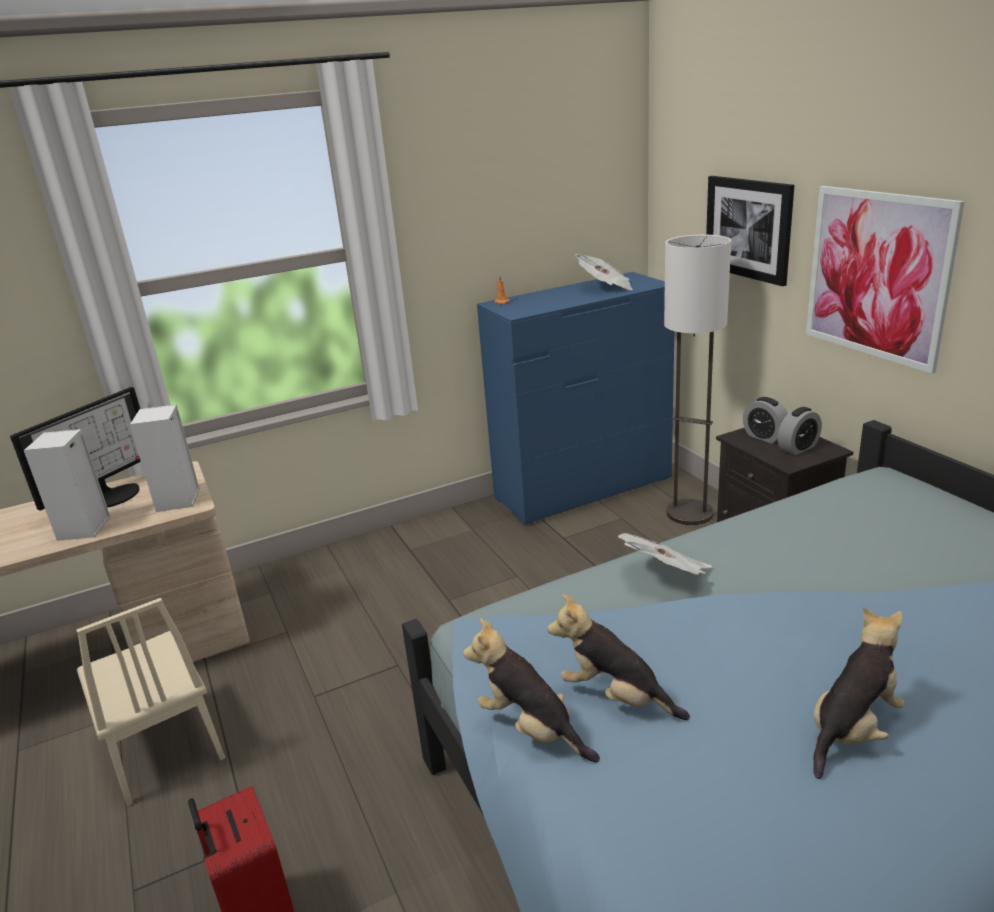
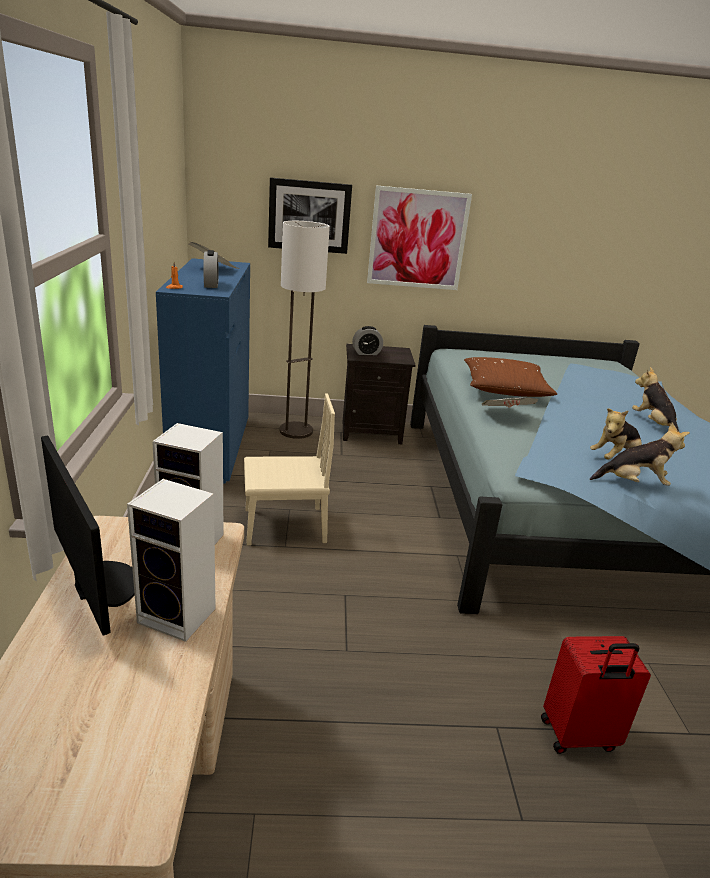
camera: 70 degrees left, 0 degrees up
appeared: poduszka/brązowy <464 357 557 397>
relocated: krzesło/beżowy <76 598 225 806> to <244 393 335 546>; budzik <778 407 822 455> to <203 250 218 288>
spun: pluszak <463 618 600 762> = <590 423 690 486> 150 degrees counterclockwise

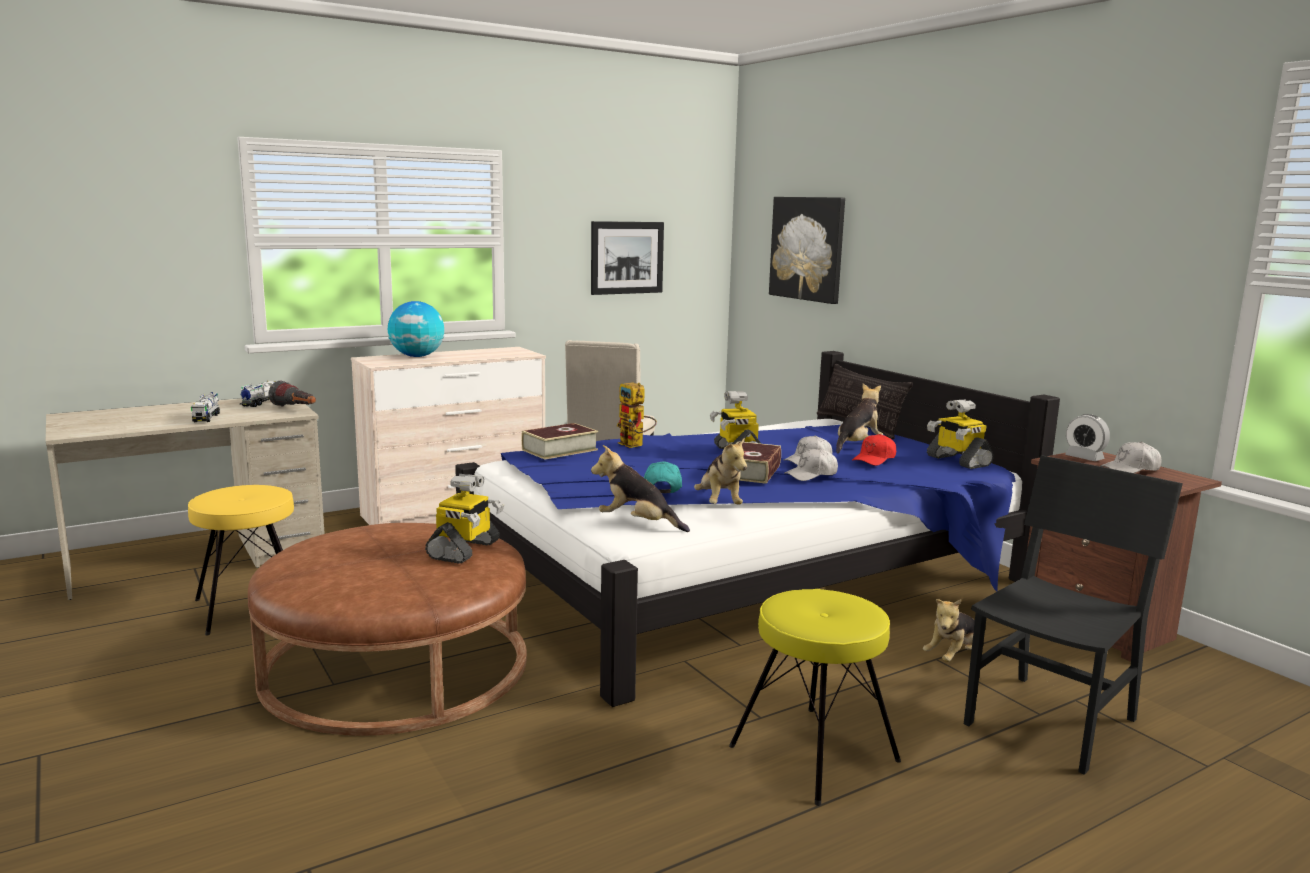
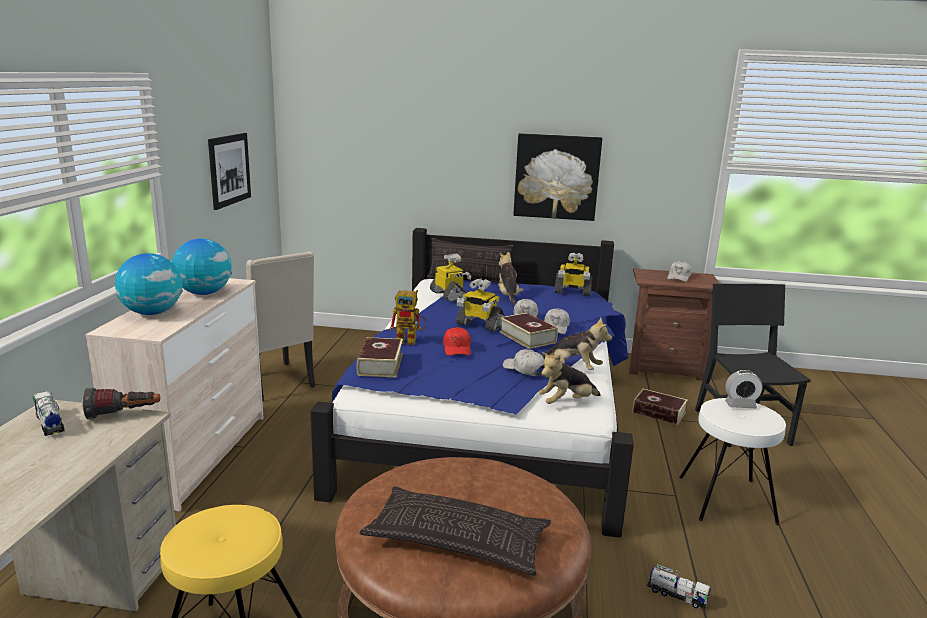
camera: 50 degrees left, 5 degrees up
appeared: globus <172 239 232 295>; poduszka <359 486 551 576>
relocated: ciężarówka zabawkowa <191 392 220 422> to <647 564 711 609>; robot zabawkowy <425 474 504 564> to <430 253 472 302>; obraz <769 197 845 304> to <513 133 602 221>; czapka z daszkiem/czerwony <852 434 896 466> to <443 327 471 355>; budzik <1065 414 1110 461> to <725 370 763 408>
exchanged: pluszak <923 599 975 662> to książka <632 389 688 425>
colour: czapka z daszkiem/turkusowy <644 461 682 493> to czapka z daszkiem/biały <503 349 544 376>; stołek/żółty <729 589 901 806> to stołek/biały <679 398 786 525>

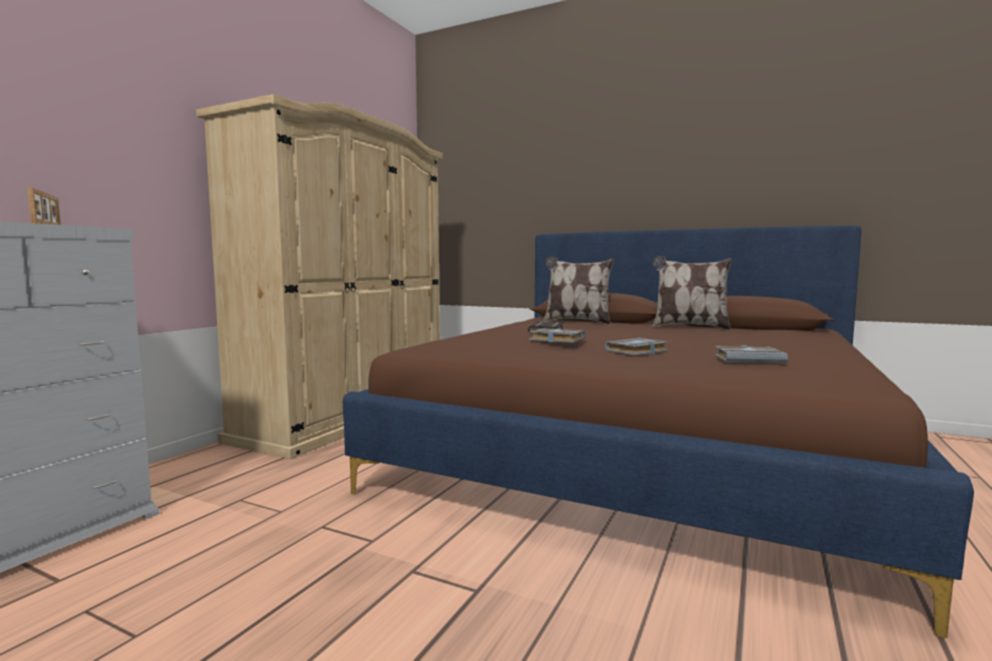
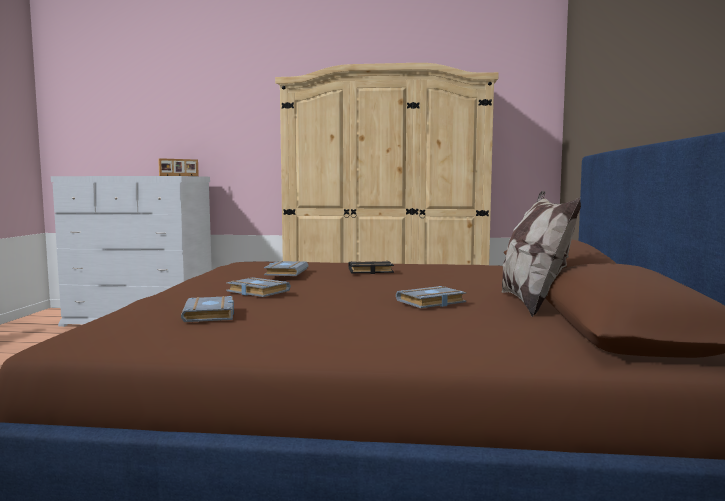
camera: 70 degrees right, 0 degrees up
missing: poduszka <543 257 614 324>
appeared: książka/szary <396 286 467 308>

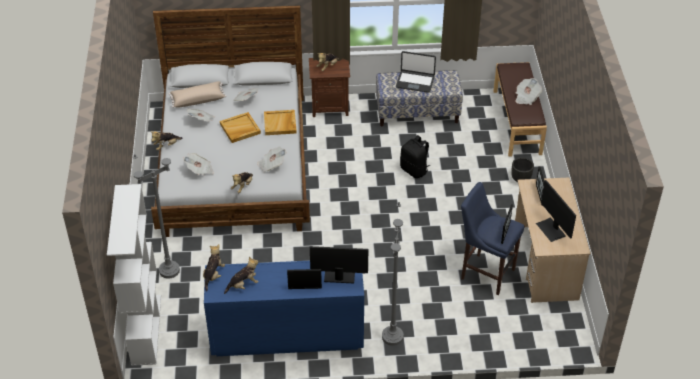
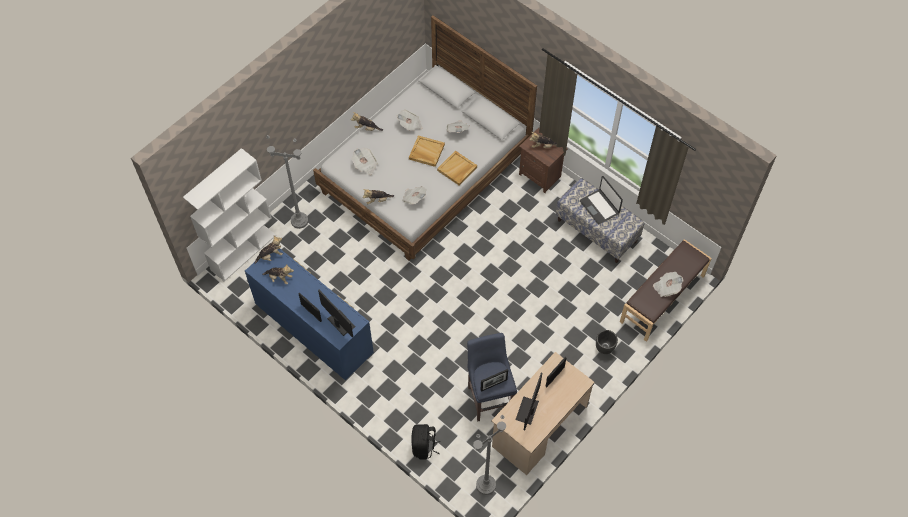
camera: 45 degrees right, 15 degrees up
missing: poduszka/beżowy <169 81 227 108>
relocated: lampa stojąca/szary <382 202 404 346> to <473 415 506 495>; plecak/czarny <400 135 430 178> to <411 424 441 460>

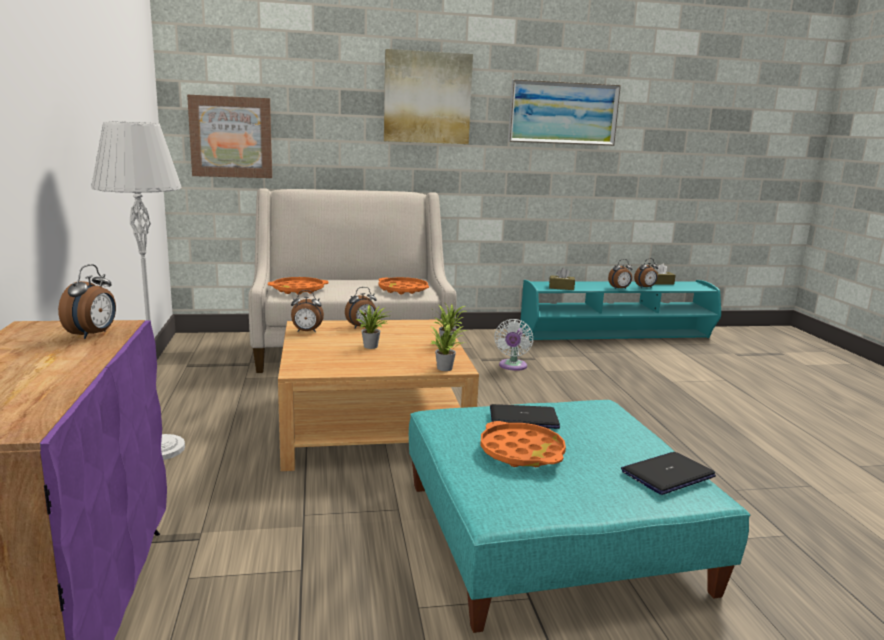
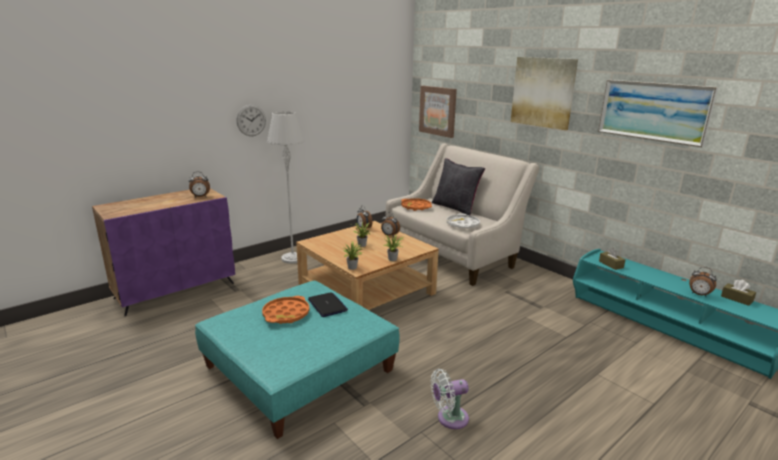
camera: 60 degrees right, 5 degrees up
missing: budzik <608 259 633 289>; laptop <621 452 716 495>
appeared: zegar ścienny <237 105 266 136>; poduszka/czarny <432 158 485 215>
relocated: wentylator/biały <494 319 533 371> to <431 369 469 429>
colour: taca/pomarańczowy <378 277 429 295> to taca/biały <447 213 480 229>

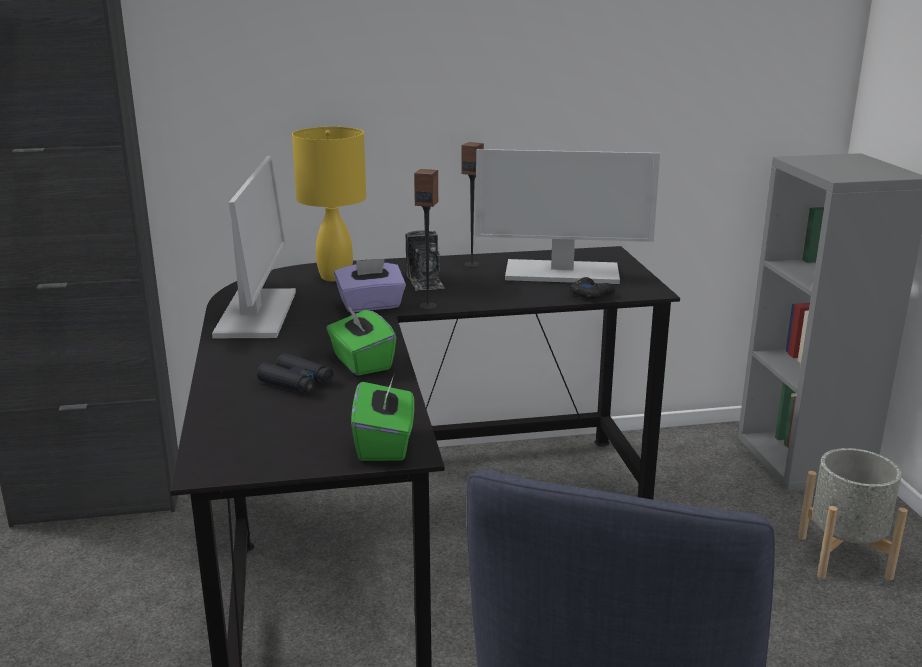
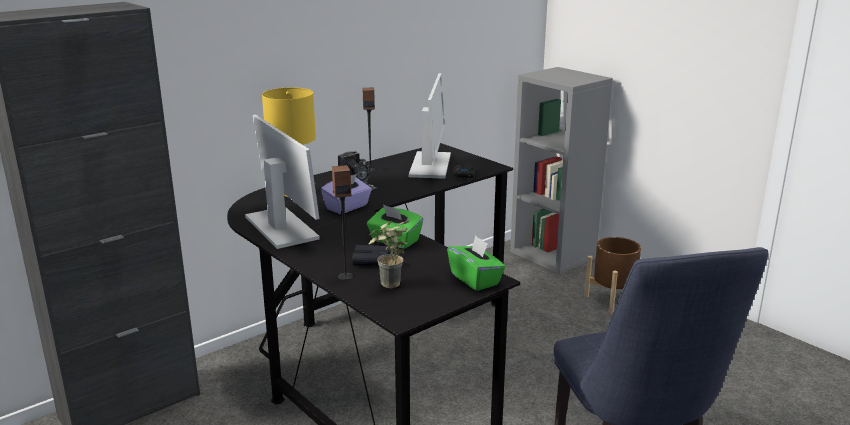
camera: 30 degrees left, 0 degrees up
appeared: roślina doniczkowa <369 219 410 288>
relocated: głośnik <414 169 438 310> to <332 165 353 280>
colour: donica/szary <798 448 908 580> to donica/brązowy <584 237 641 314>
spun: monitor <475 149 660 284> = <409 73 451 179> 60 degrees counterclockwise

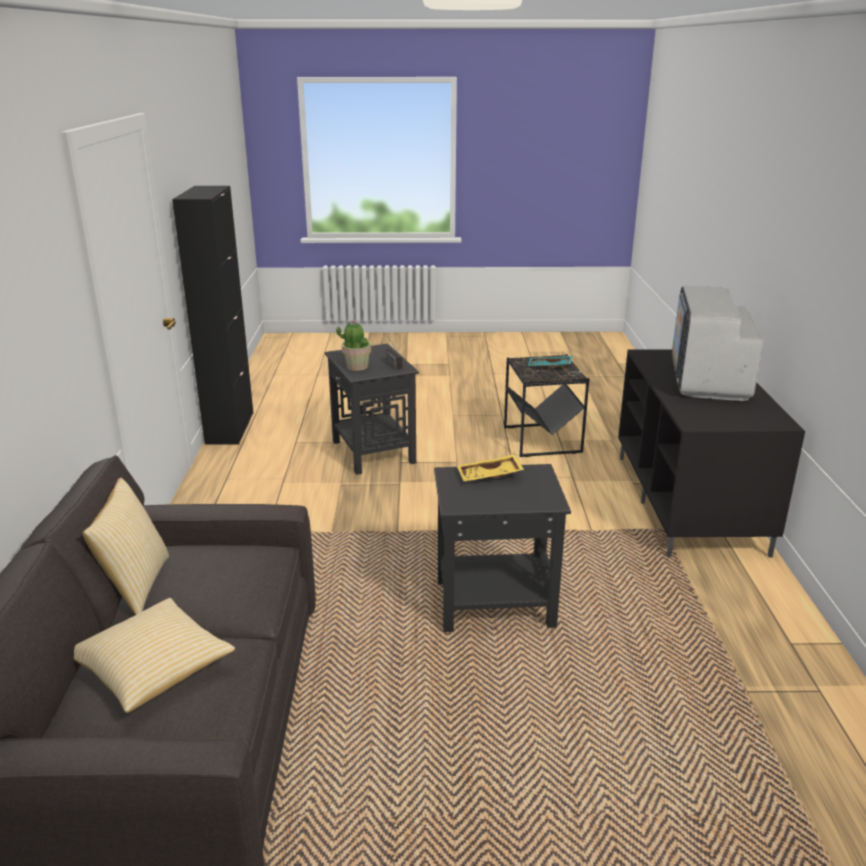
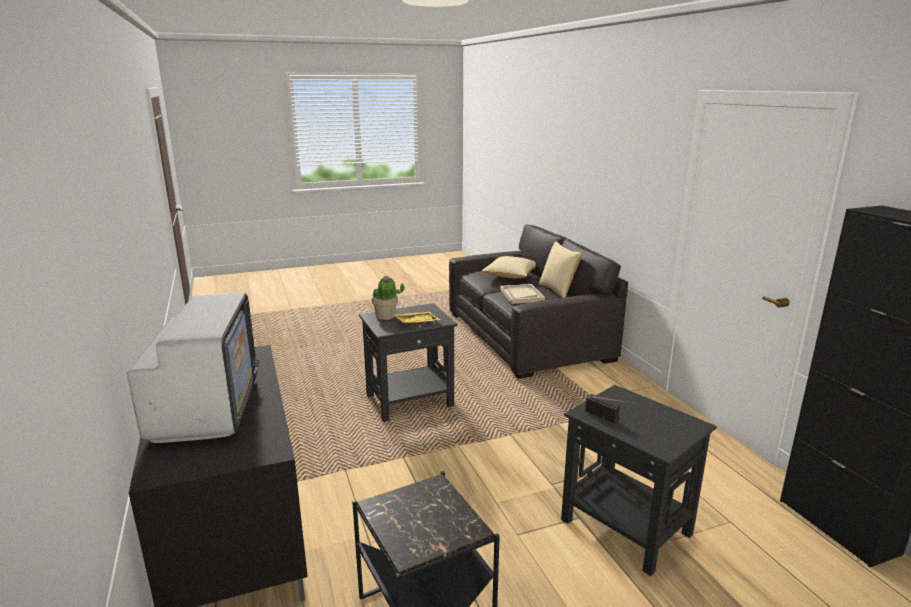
camera: 160 degrees right, 5 degrees down
missing: taca/turkusowy <527 356 572 367>
appeared: taca/beżowy <500 284 545 304>
relocated: roślina doniczkowa <336 320 371 371> to <372 276 404 320>

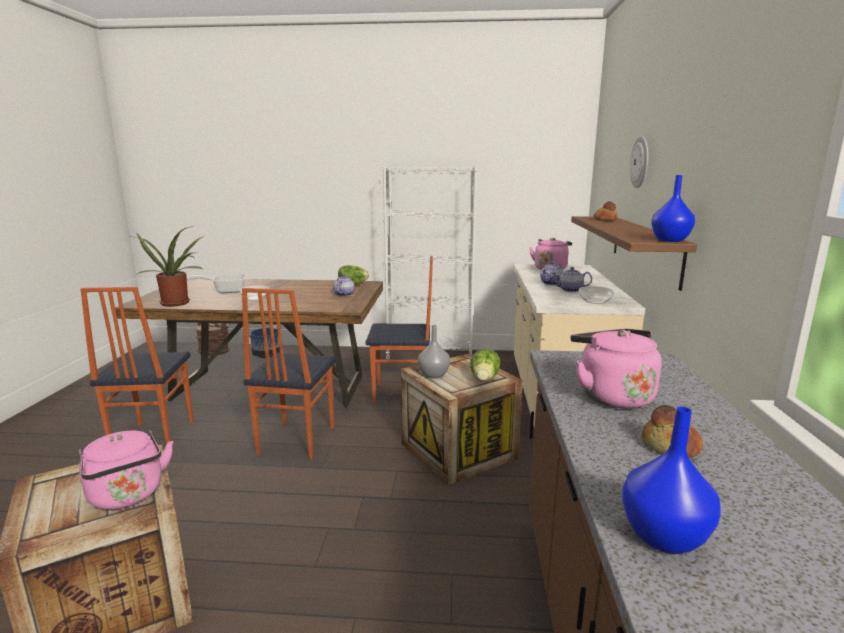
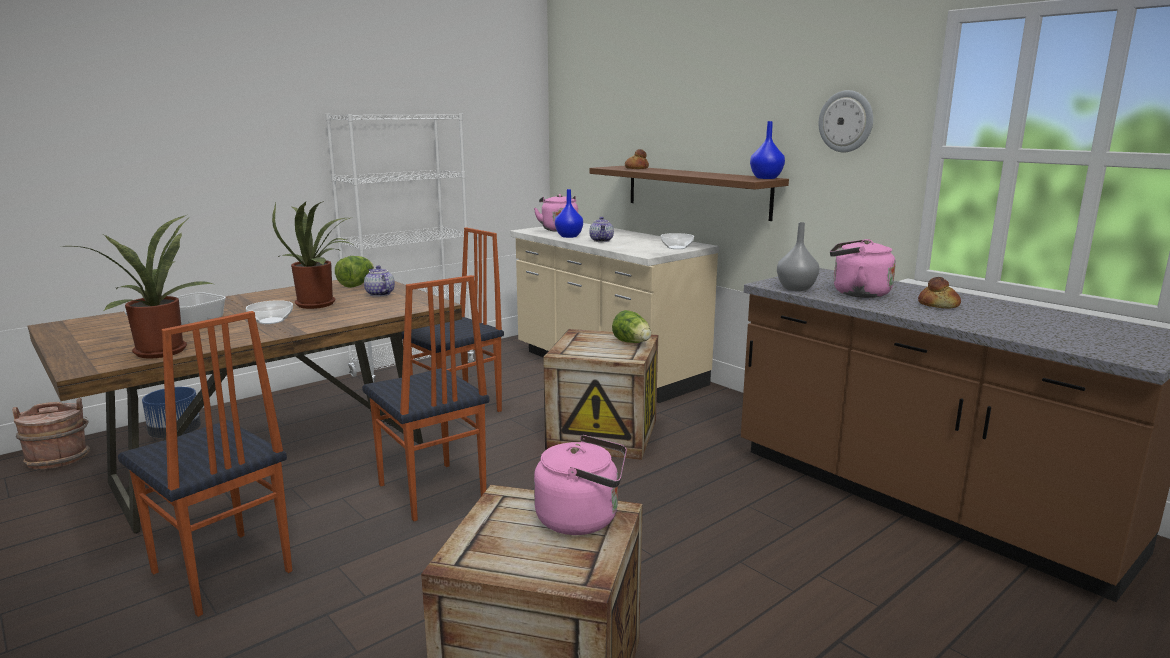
camera: 45 degrees left, 0 degrees up
missing: imbryk <552 267 592 292>
appeared: roślina doniczkowa <272 201 355 309>
relocated: wazon/szary <418 325 450 379> to <777 222 819 291>; wazon/niebieski <622 407 721 554> to <555 189 583 238>; zegar ścienny <630 136 648 188> to <819 90 873 152>

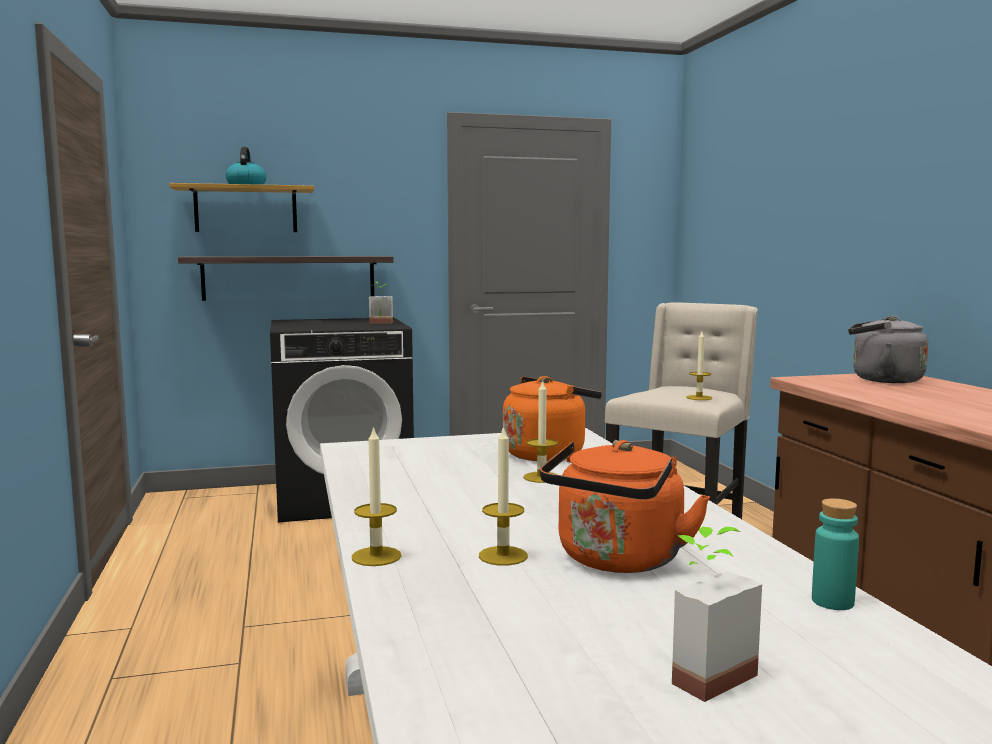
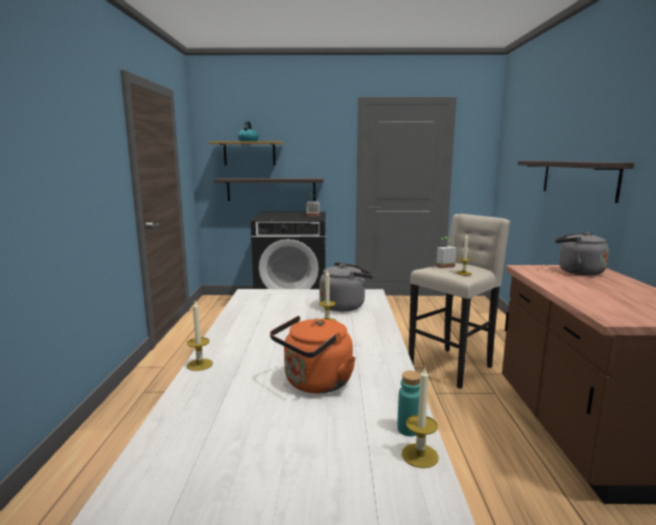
camera: 15 degrees right, 5 degrees up
appeared: półka <518 161 634 203>
relocated: świeca <479 425 528 565> to <402 367 438 468>; roślina doniczkowa <672 527 762 702> to <436 236 456 268>
colour: czajnik/pomarańczowy <503 376 602 461> to czajnik/szary <319 262 374 312>

